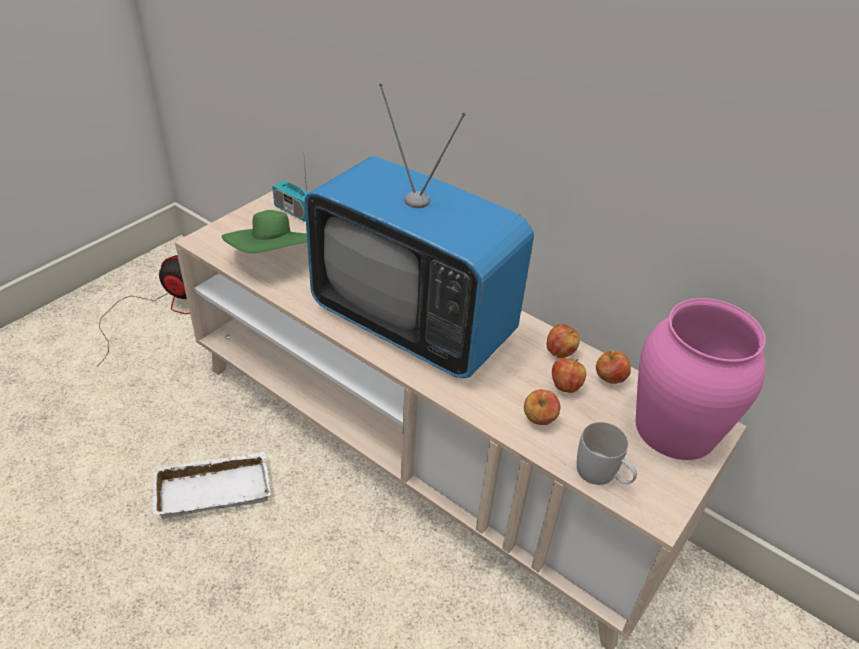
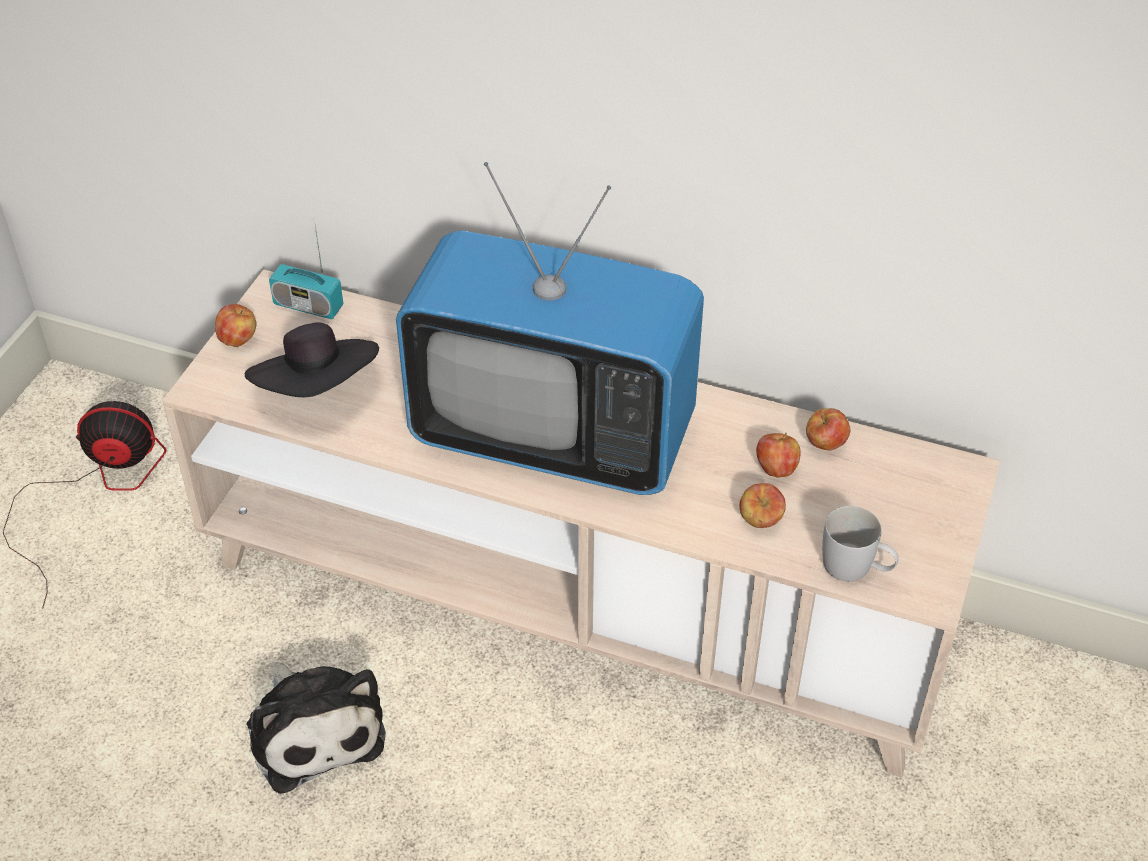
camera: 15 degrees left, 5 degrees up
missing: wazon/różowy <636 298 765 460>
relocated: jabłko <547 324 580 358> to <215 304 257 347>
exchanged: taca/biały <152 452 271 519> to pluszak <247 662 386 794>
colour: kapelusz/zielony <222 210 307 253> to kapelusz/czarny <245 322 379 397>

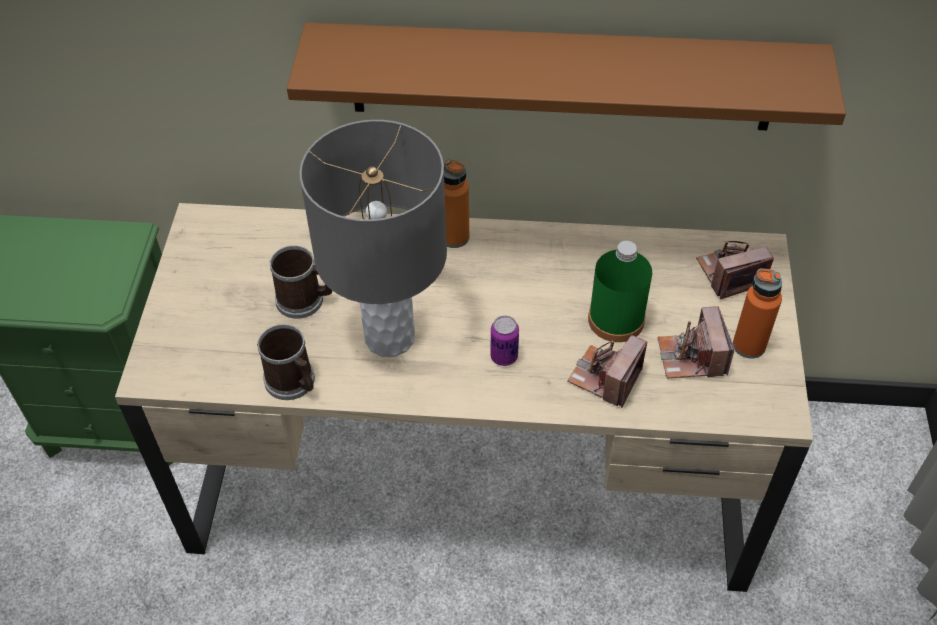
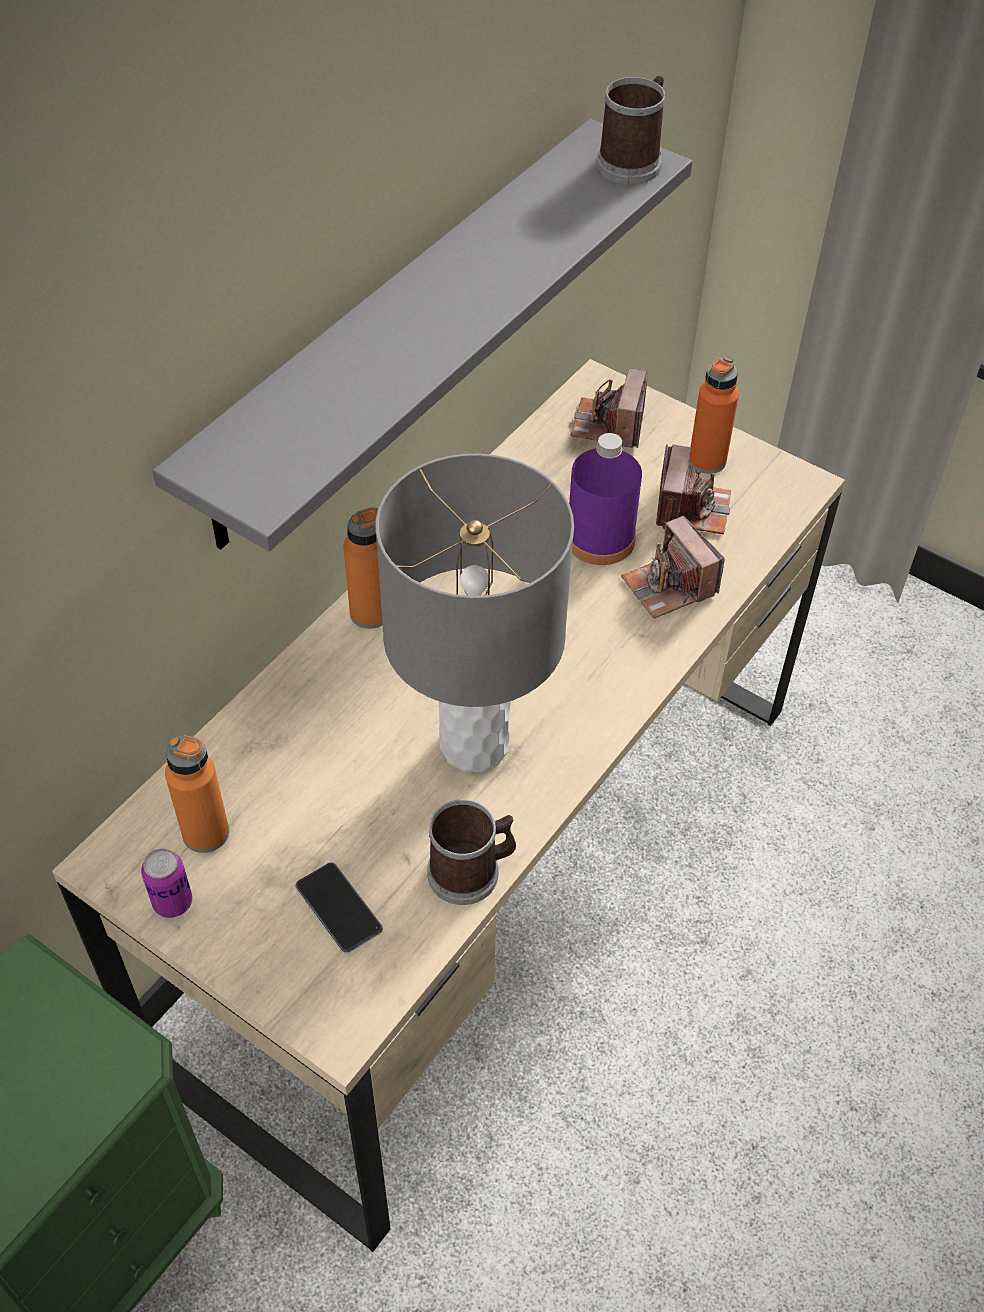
camera: 60 degrees left, 0 degrees up
appeared: butelka/pomarańczowy <165 735 229 853>; telefon <295 862 383 954>
relocated: kubek <270 246 332 319> to <596 76 666 185>; puszka <491 316 519 366> to <141 849 192 918>
colour: półka/brązowy <287 23 846 130> to półka/szary <152 119 692 551>; butelka/zielony <588 241 652 342> to butelka/fioletowy <569 433 642 565>
spun: aparat fotograficzny <658 306 734 378> = <656 444 731 534> 105 degrees counterclockwise

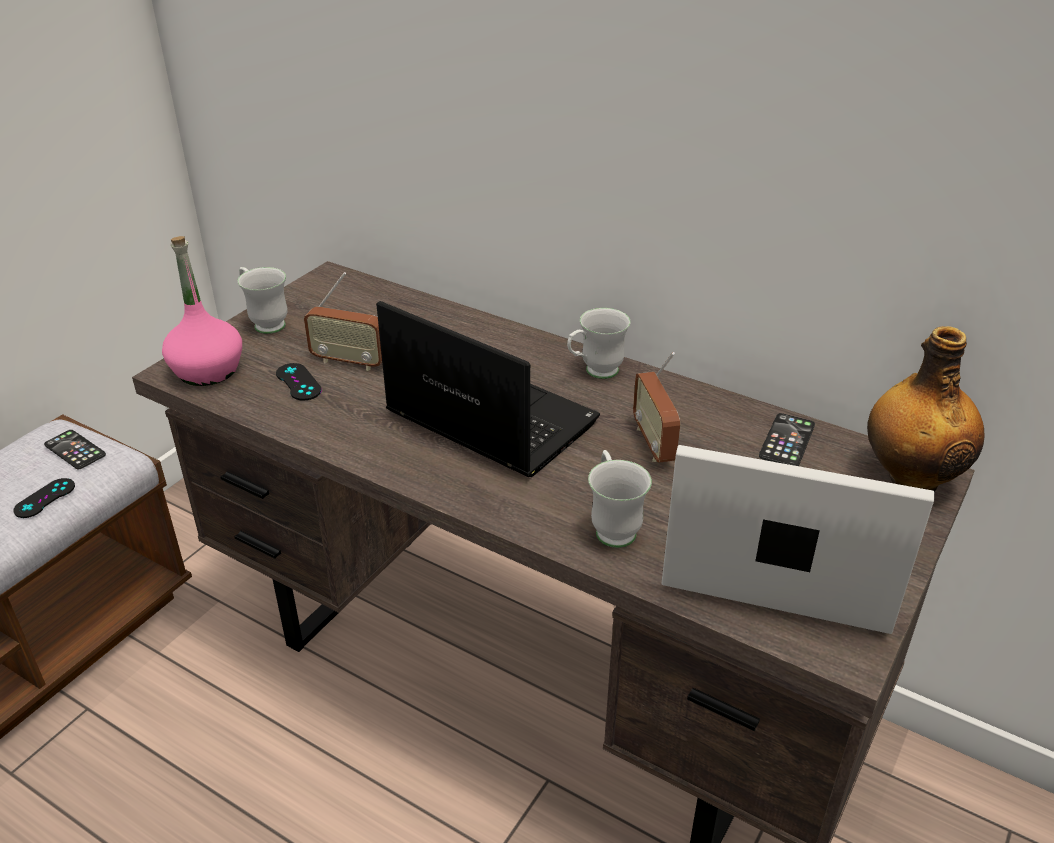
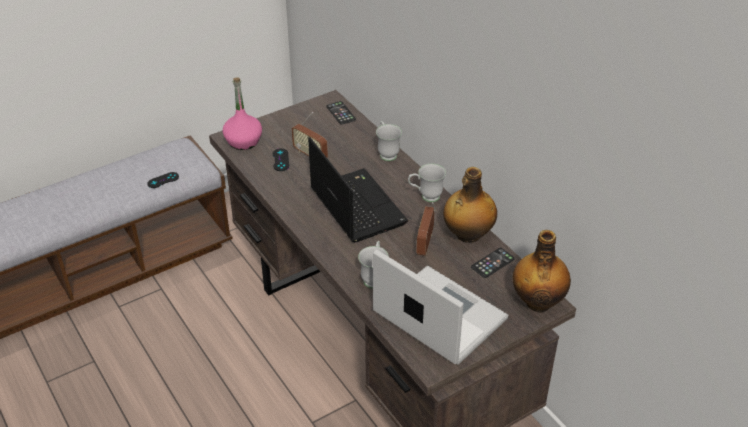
camera: 25 degrees right, 5 degrees up
appeared: butelka <443 167 497 243>
relocated: telefon <44 430 106 469> to <327 101 356 125>; kubek/biały <238 267 288 334> to <376 121 402 161>

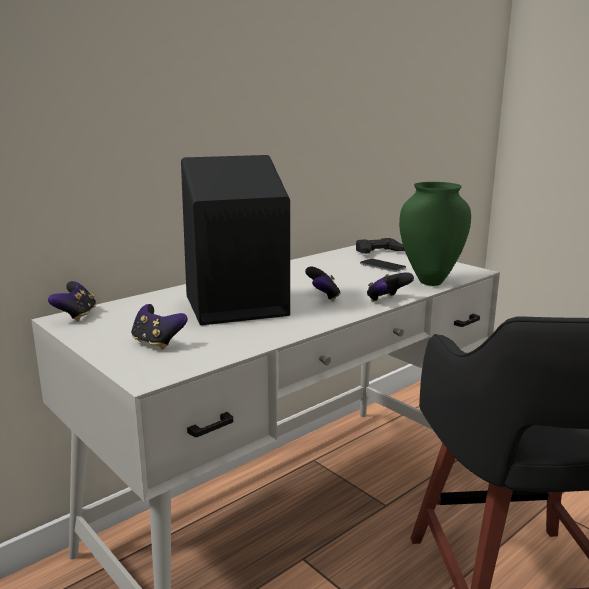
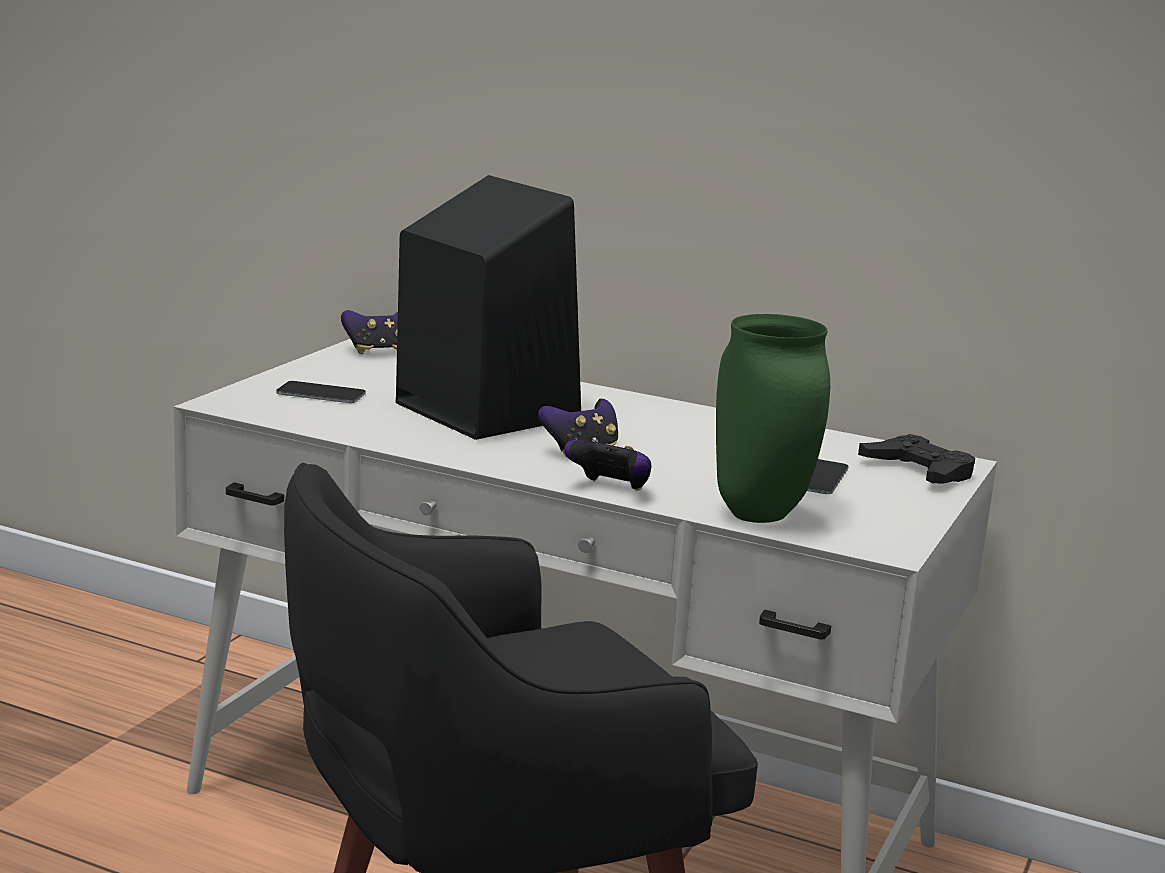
camera: 65 degrees right, 0 degrees up
exchanged: pad do gier <131 304 188 349> to telefon <276 381 366 403>

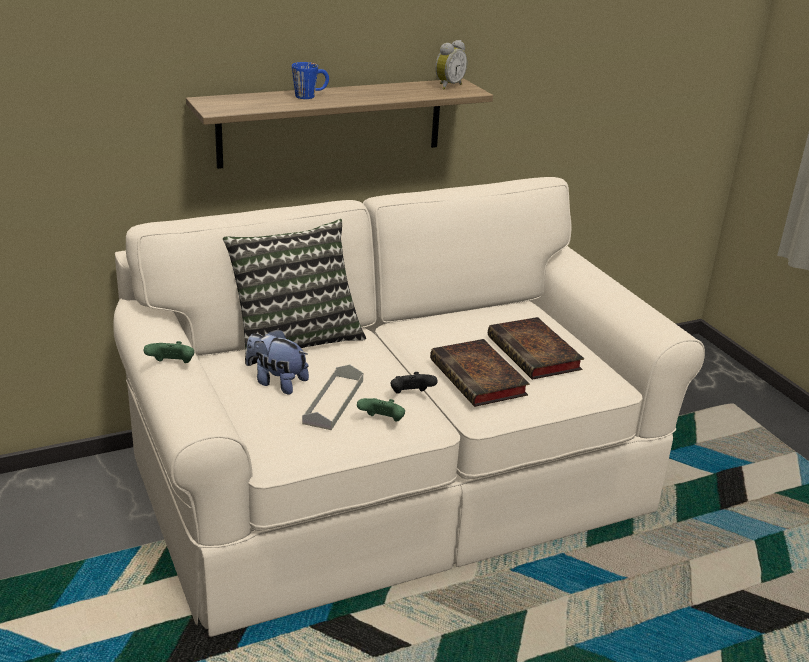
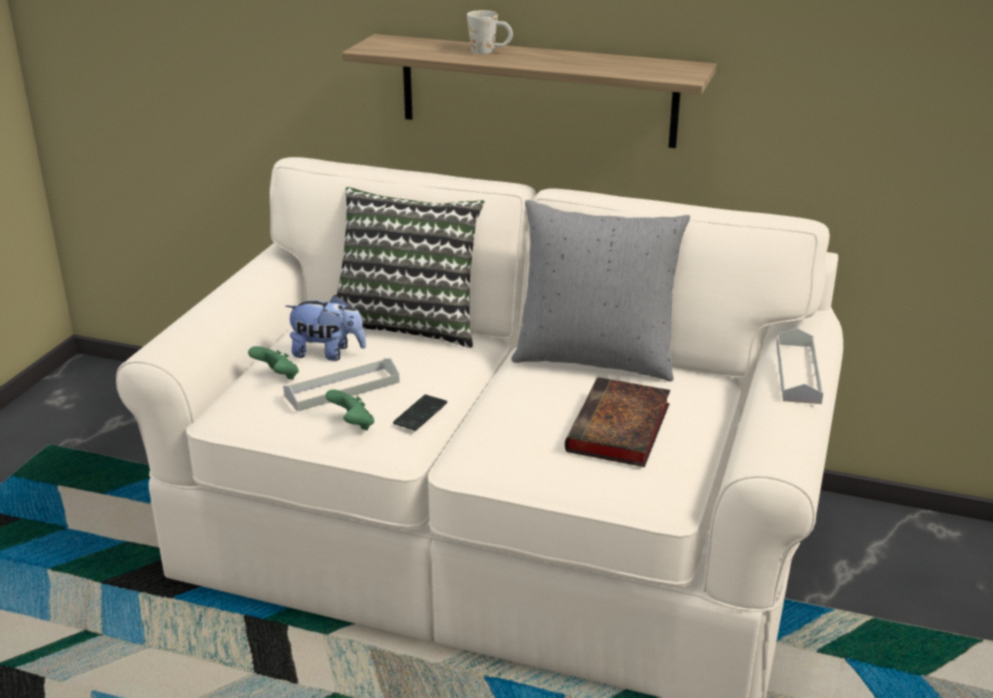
camera: 45 degrees right, 0 degrees up
missing: książka <430 339 530 407>; budzik <435 40 467 89>
appeared: poduszka/szary <511 200 690 382>; taca/szary <776 328 823 404>
relocated: pad do gier/zielony <143 341 194 363> to <248 346 299 380>
exchanged: pad do gier/czarny <391 372 437 394> to telefon <393 395 447 431>
colour: kubek/niebieski <292 62 329 99> to kubek/biały <467 10 513 54>
spun: pluszak <246 329 309 395> = <285 295 366 361> 120 degrees clockwise

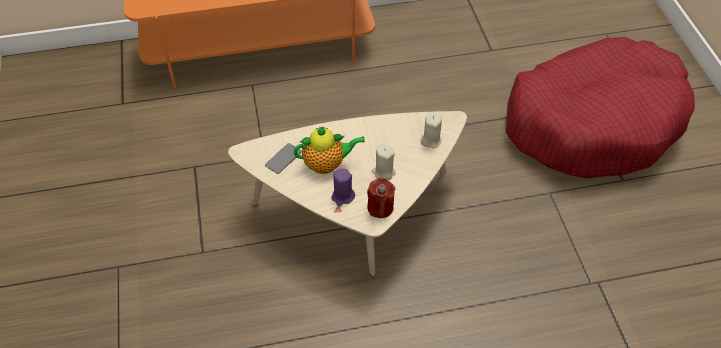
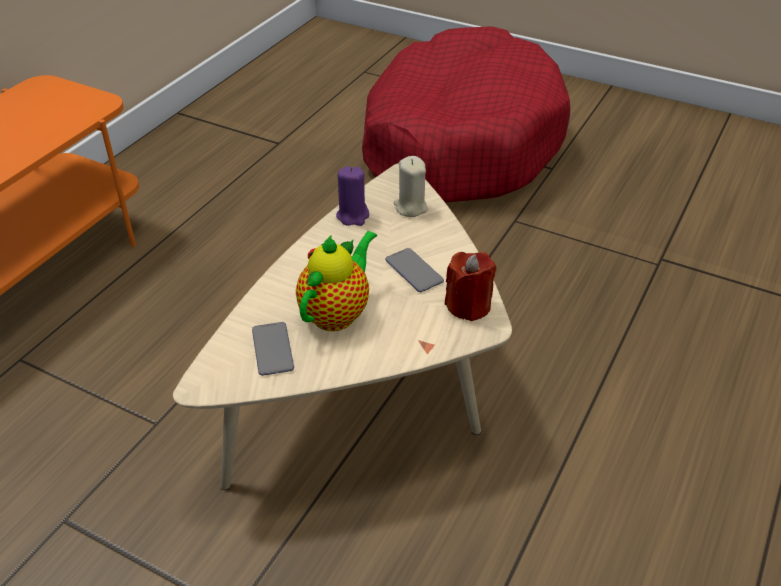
camera: 50 degrees left, 10 degrees down
relocated: świeca/fioletowy <331 169 355 206> to <336 166 369 226>
exchanged: świeca/beżowy <372 144 396 180> to telefon <385 248 444 292>

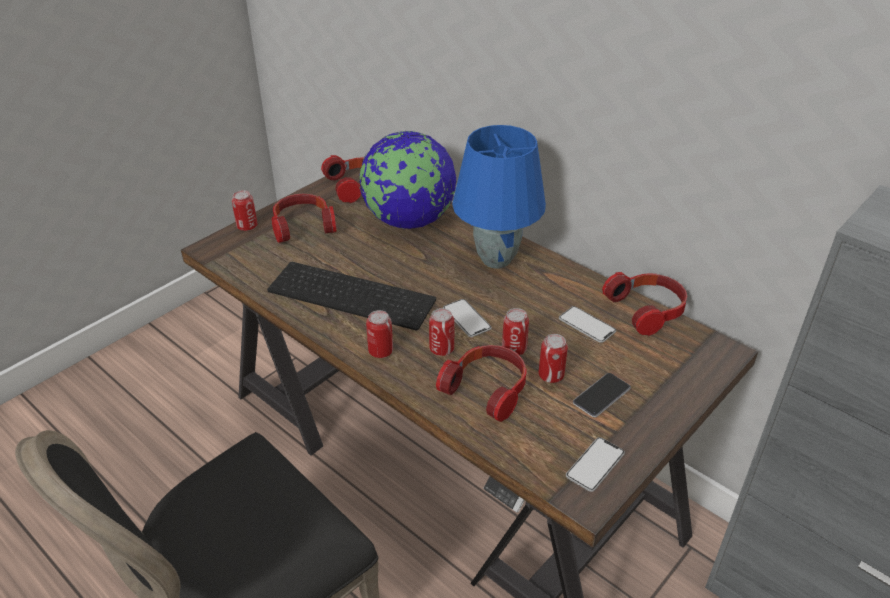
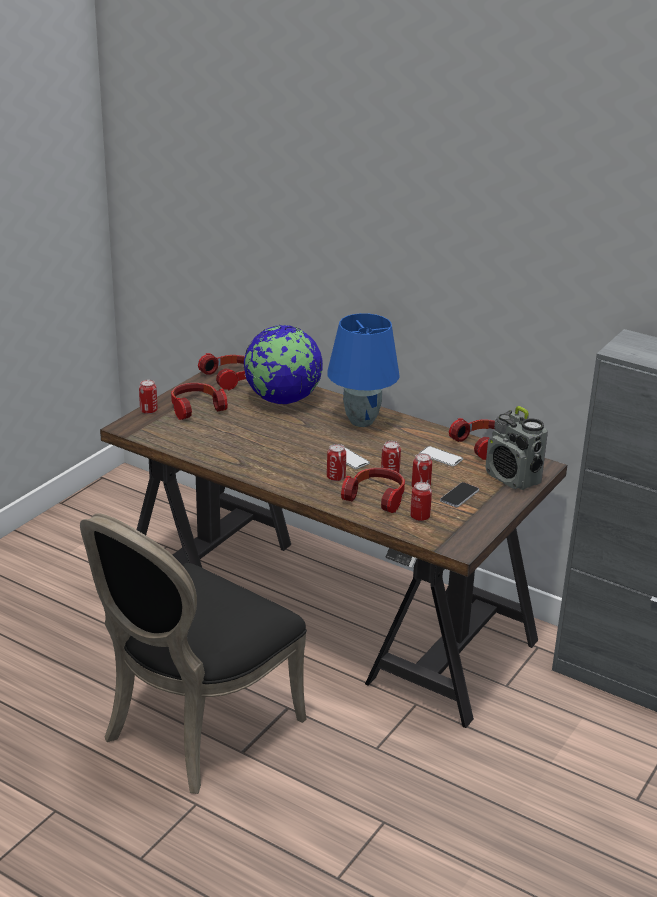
camera: 10 degrees left, 10 degrees down
missing: klawiatura <267 262 436 331>; telefon <566 437 625 492>
appeared: radio <485 406 548 490>
relocated: puszka <366 310 393 358> to <410 482 432 521>

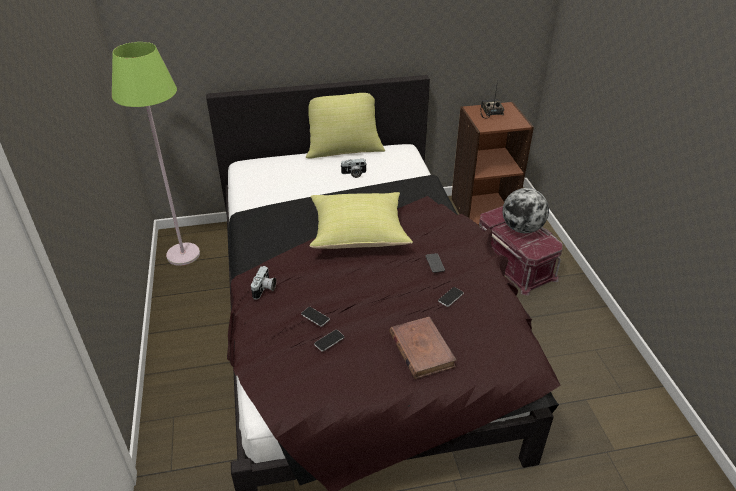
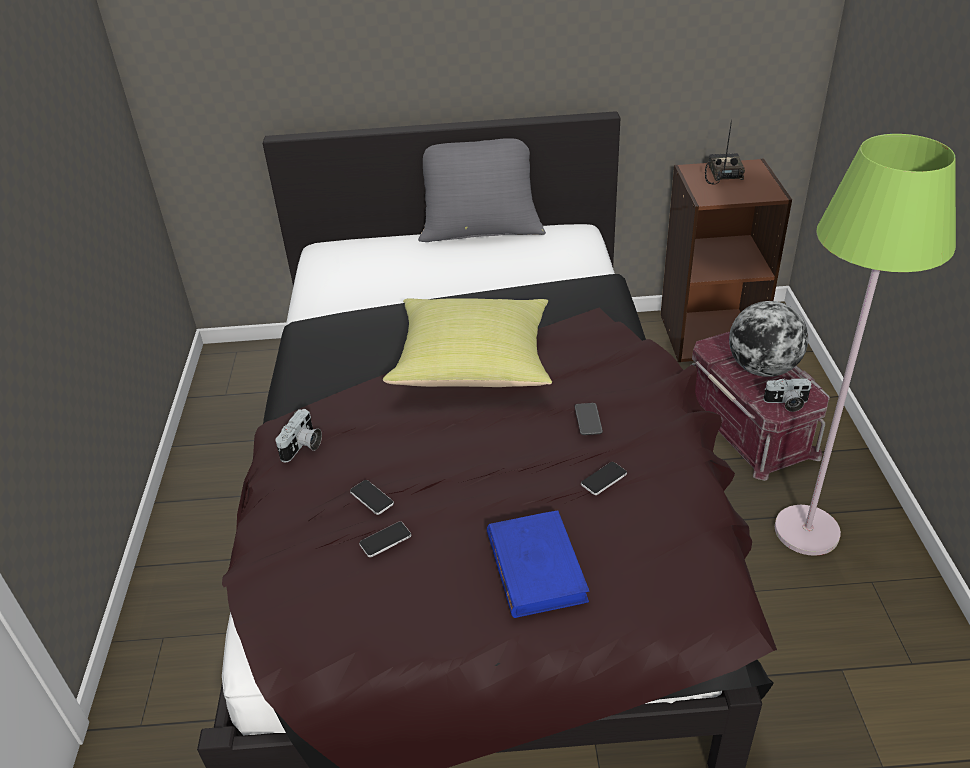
camera: 10 degrees right, 0 degrees up
relocated: lampa stojąca/zielony <112 42 200 266> to <775 134 956 556>; aparat fotograficzny <340 159 367 178> to <763 378 812 412>
colour: poduszka/żółty <306 93 385 159> to poduszka/szary <418 138 546 242>; książka/brązowy <389 317 457 379> to książka/niebieski <487 510 589 618>

